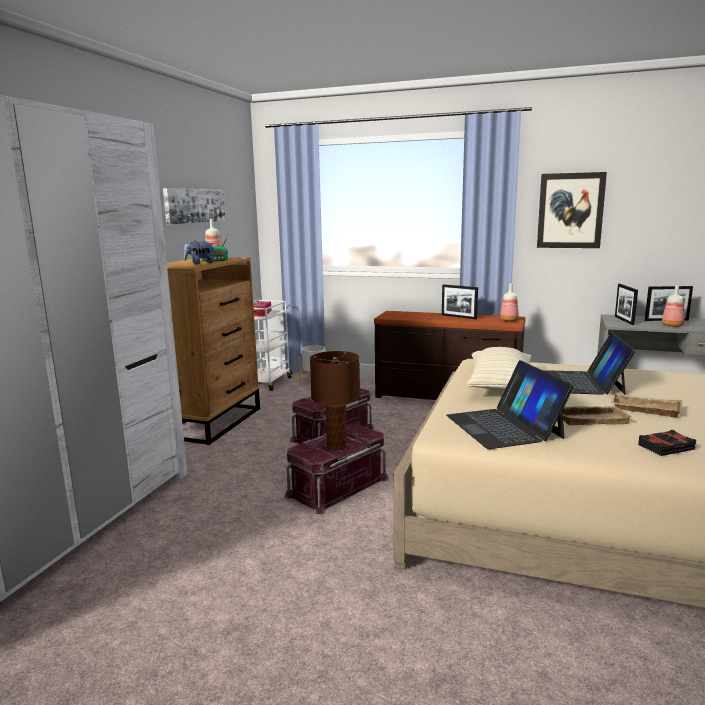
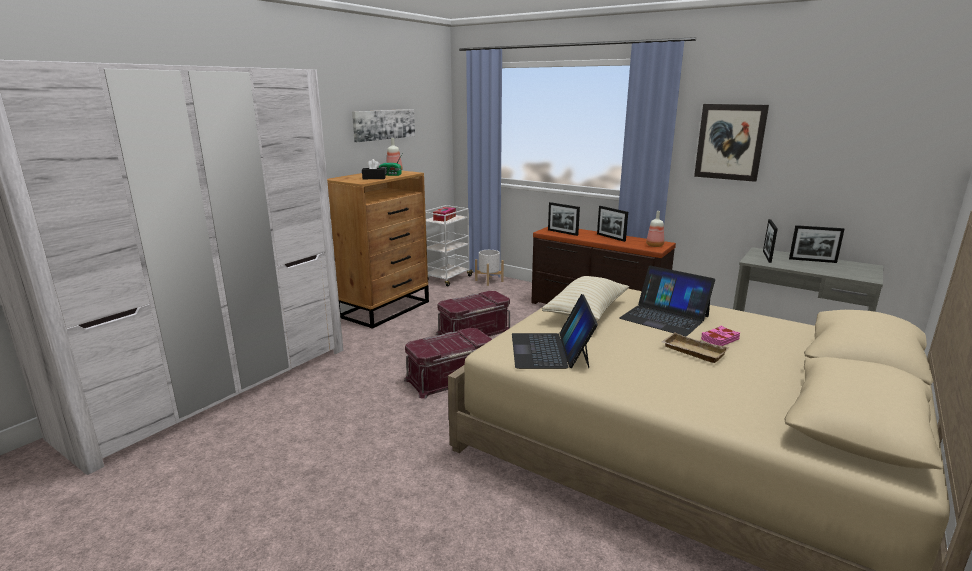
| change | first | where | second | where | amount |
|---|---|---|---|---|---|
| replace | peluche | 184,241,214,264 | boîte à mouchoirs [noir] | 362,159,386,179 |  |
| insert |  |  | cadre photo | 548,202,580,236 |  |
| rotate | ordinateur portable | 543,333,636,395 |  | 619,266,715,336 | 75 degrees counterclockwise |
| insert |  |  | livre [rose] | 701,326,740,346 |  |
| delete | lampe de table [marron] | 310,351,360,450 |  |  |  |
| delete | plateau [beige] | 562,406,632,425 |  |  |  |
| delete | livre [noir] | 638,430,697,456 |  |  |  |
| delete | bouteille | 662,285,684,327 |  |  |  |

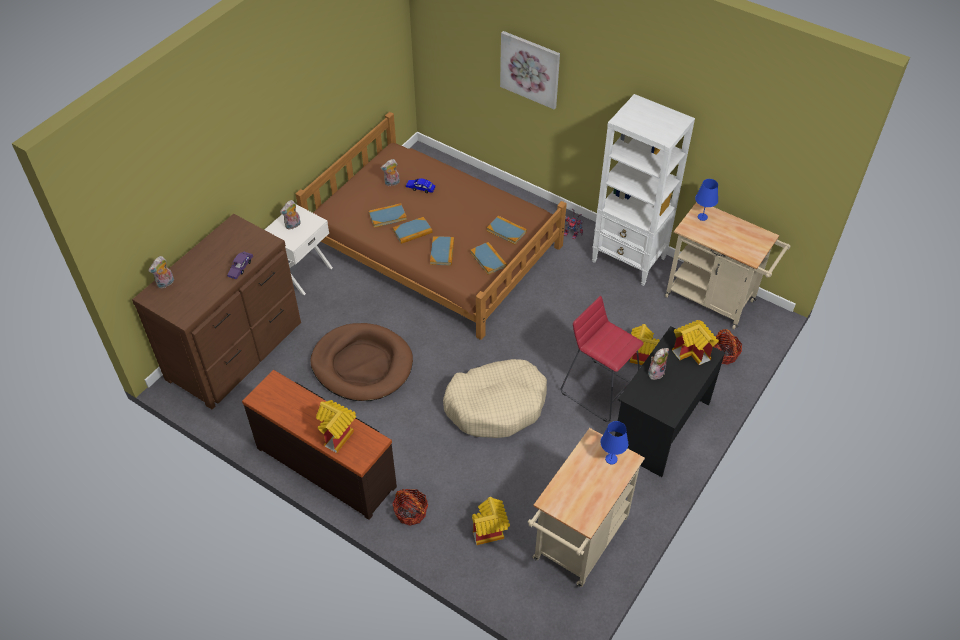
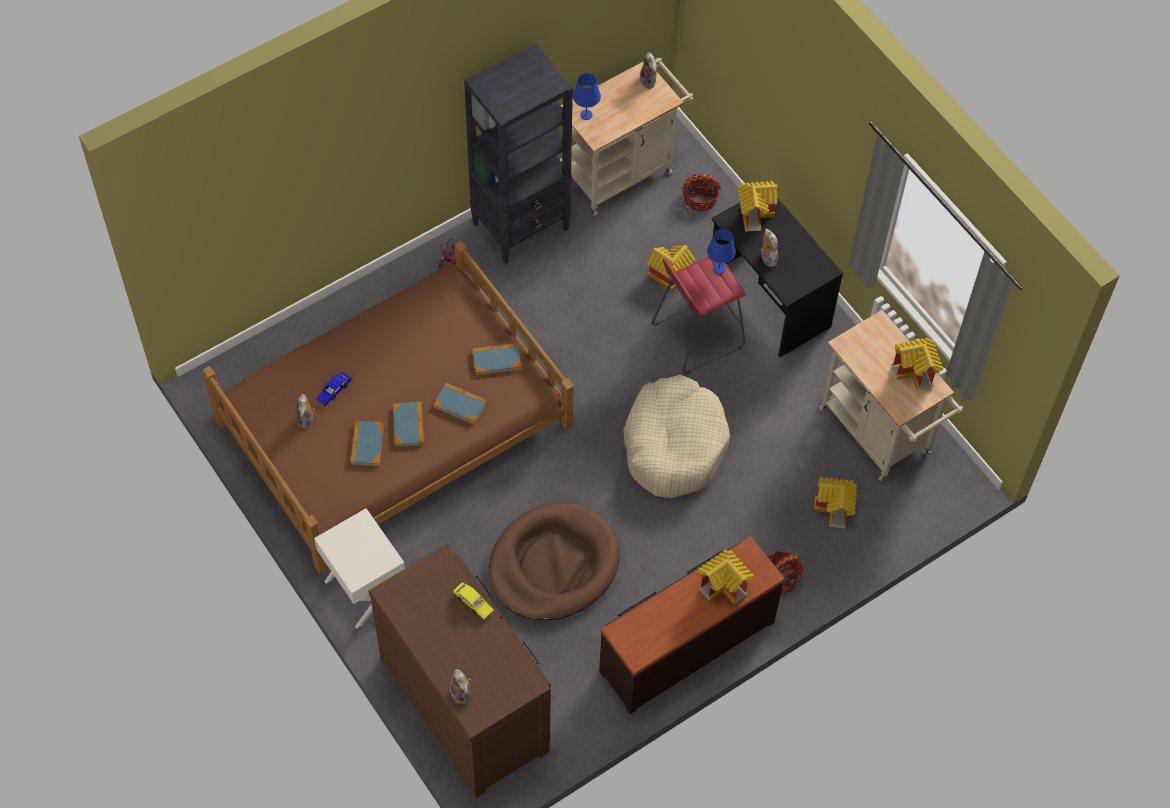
| change | first | where | second | where | amount |
|---|---|---|---|---|---|
| recolor | petite voiture [violet] | 227,252,253,280 | petite voiture [jaune] | 453,582,494,620 |  |
| recolor | bibliothèque [blanc] | 592,94,695,286 | bibliothèque [noir] | 464,43,573,264 |  |
| move | peluche | 280,200,301,230 |  | 640,52,659,89 |  |
| move | lampe de table [bleu] | 600,421,628,464 |  | 707,229,736,274 |  |
| insert |  |  | maison miniature | 892,338,943,391 |  |
| delete | livre | 487,216,527,244 |  |  |  |
| delete | tableau | 500,31,560,109 |  |  |  |

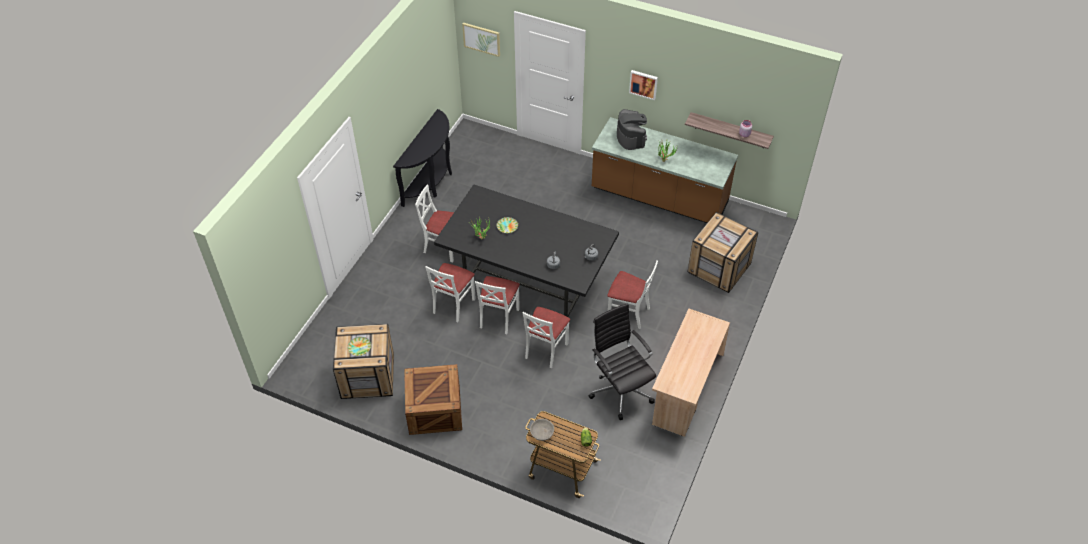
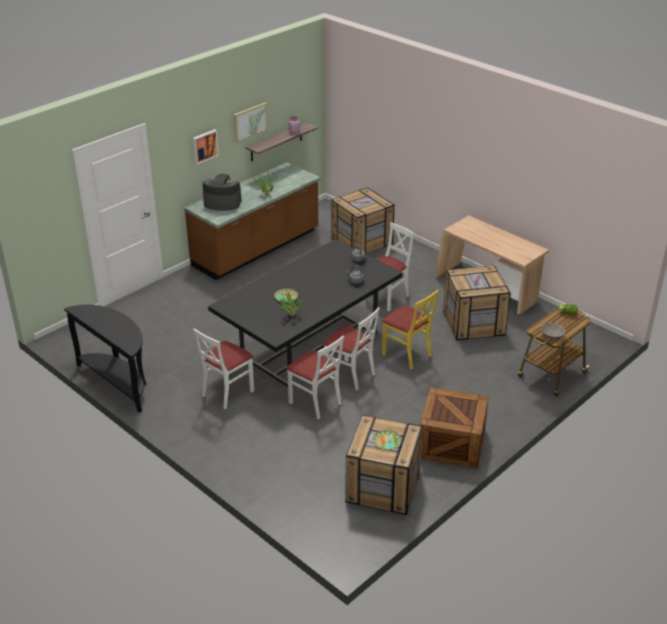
| change | first | where | second | where | amount |
|---|---|---|---|---|---|
| move | tableau | 462,23,500,57 |  | 234,103,268,143 |  |
| recolor | chaise [blanc] | 523,307,570,368 | chaise [jaune] | 382,290,439,369 |  |
| replace | chaise de bureau [noir] | 589,303,656,420 | caisse | 443,266,511,340 |  |

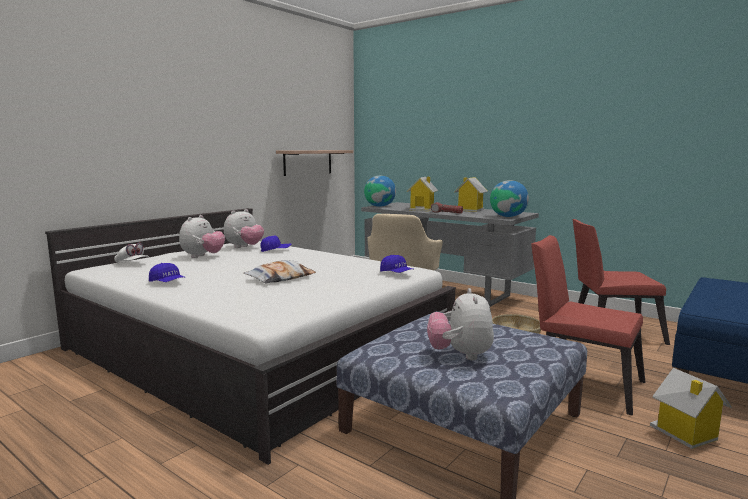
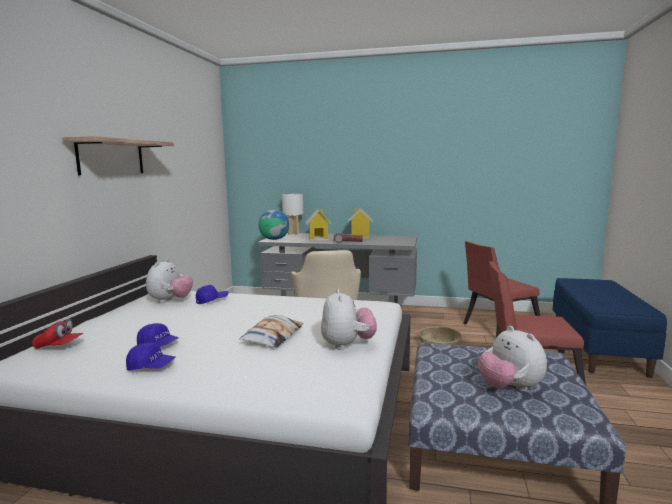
| change | first | where | second | where | amount |
|---|---|---|---|---|---|
| recolor | casquette [blanc] | 114,243,149,263 | casquette [rouge] | 32,319,83,349 |  |
| move | étagère | 276,150,353,176 |  | 62,136,174,175 |  |
| move | casquette [bleu] | 380,255,414,273 |  | 137,323,179,347 |  |
| insert |  |  | lampe de table [blanc] | 282,194,304,235 |  |
| move | peluche | 179,215,225,258 |  | 321,289,377,350 |  |
| delete | globe | 490,180,529,217 |  |  |  |
| delete | maison miniature | 650,368,732,449 |  |  |  |

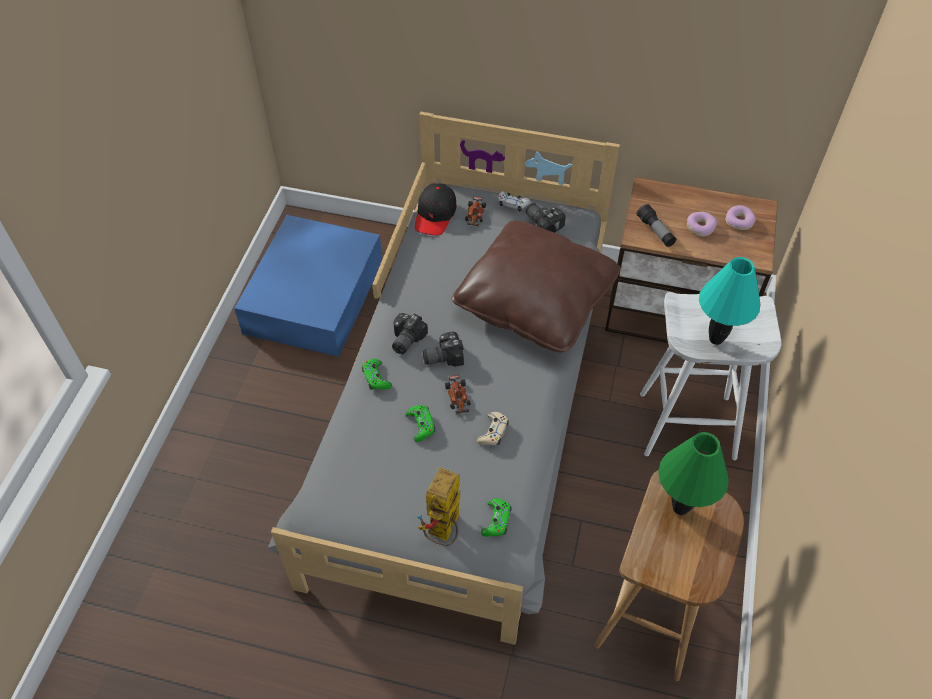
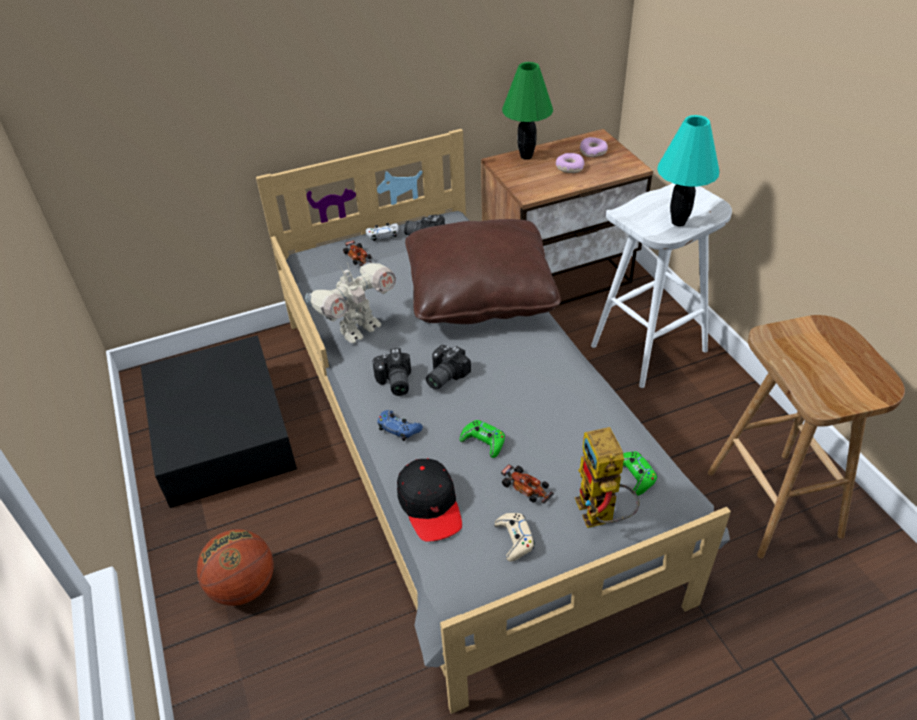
| change | first | where | second | where | amount |
|---|---|---|---|---|---|
| recolor | boîte de rangement [bleu] | 234,215,382,357 | boîte de rangement [noir] | 141,335,297,508 |  |
| insert |  |  | ballon de basket | 197,529,274,606 |  |
| insert |  |  | robot jouet | 305,262,396,343 |  |
| recolor | manette [vert] | 362,359,392,390 | manette [bleu] | 377,410,423,441 |  |
| move | casquette [noir] | 415,183,456,235 |  | 397,458,462,542 |  |
| move | manette [beige] | 477,412,509,445 |  | 494,513,535,562 |  |
| move | petite voiture | 445,375,471,414 |  | 501,464,554,504 |  |
| move | lampe de table [vert] | 658,432,729,515 |  | 502,62,553,160 |  |
| delete | lampe de poche | 637,204,676,247 |  |  |  |

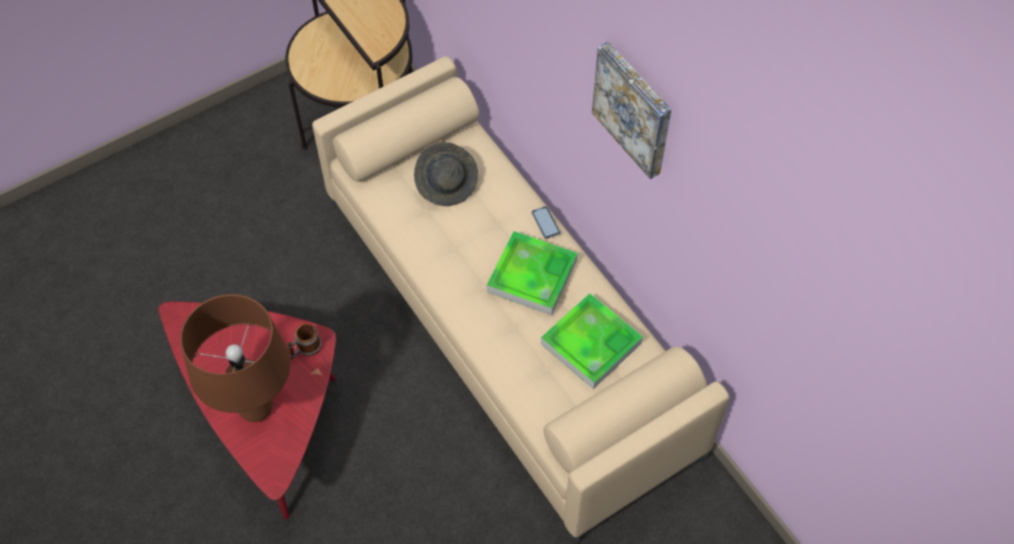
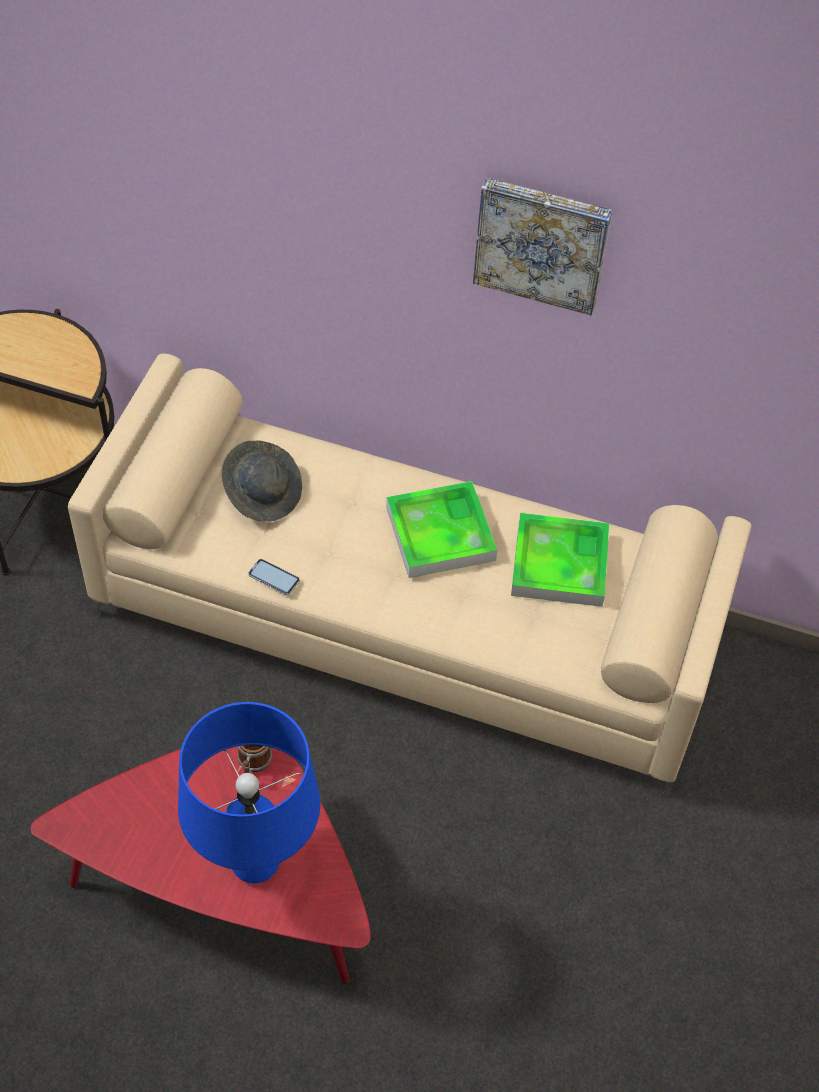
| change | first | where | second | where | amount |
|---|---|---|---|---|---|
| recolor | lampe de table [marron] | 180,294,290,422 | lampe de table [bleu] | 178,702,320,883 |  |
| move | téléphone | 532,206,560,239 |  | 248,559,300,595 |  |

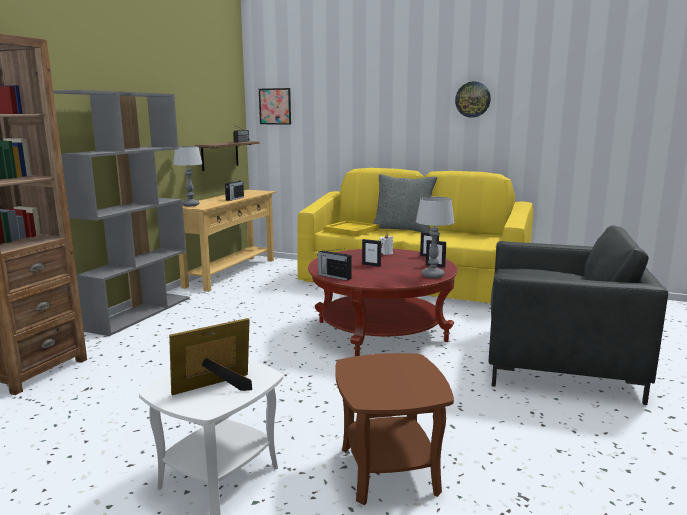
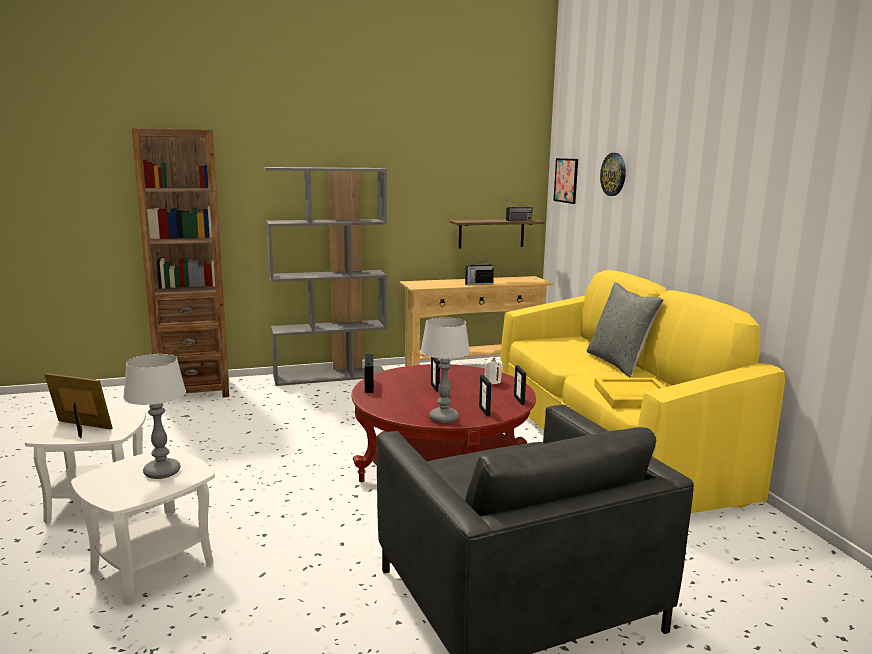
| change | first | where | second | where | amount |
|---|---|---|---|---|---|
| recolor | table d'appoint [marron] | 335,353,454,505 | table d'appoint [blanc] | 71,448,215,605 |  |
| move | lampe de table | 173,146,202,206 |  | 123,354,186,479 |  |
| move | plateau [jaune] | 324,220,379,237 |  | 594,378,665,408 |  |
| move | horloge murale | 455,82,491,118 |  | 600,153,626,196 |  |

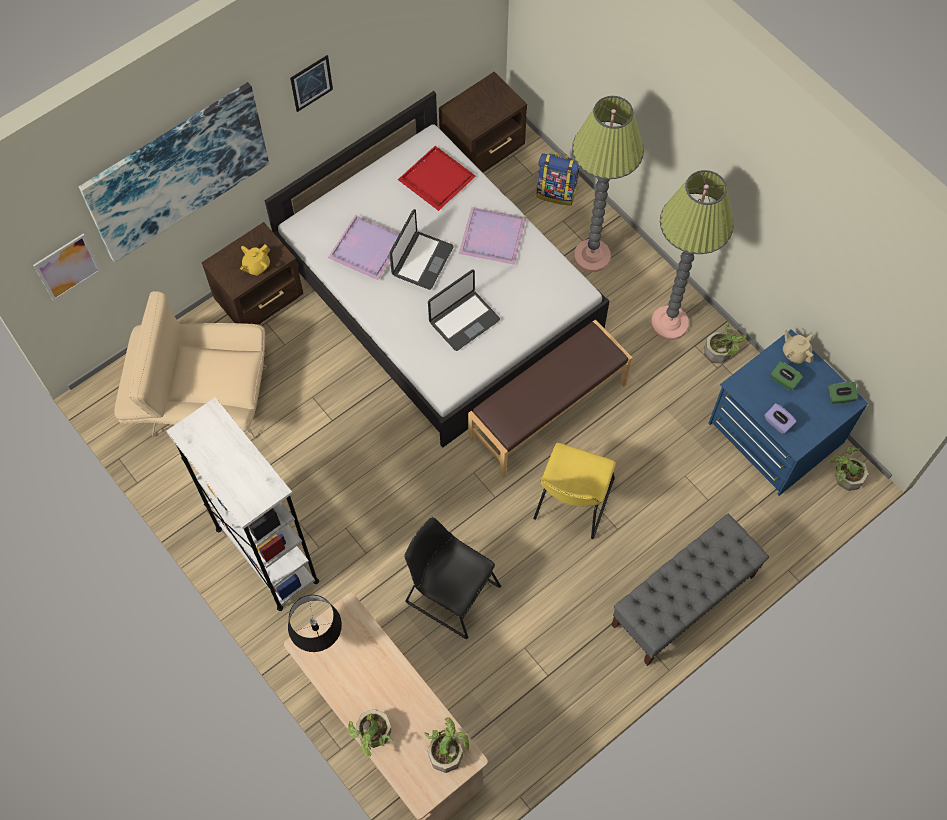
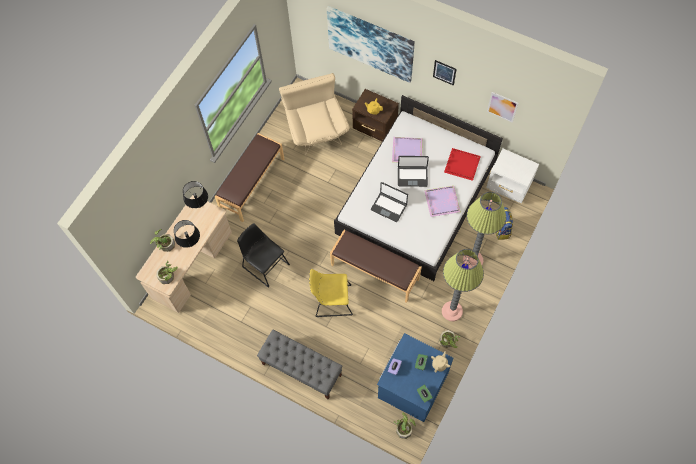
| change | first | where | second | where | amount |
|---|---|---|---|---|---|
| insert |  |  | lampe de table [noir] | 174,220,200,248 |  |
| replace | bibliothèque [blanc] | 166,397,319,611 | banc [marron] | 215,133,284,222 |  |
| rotate | chaise [noir] | 404,517,501,639 |  | 237,223,290,288 | 60 degrees counterclockwise |
| recolor | table de chevet [marron] | 439,72,527,173 | table de chevet [blanc] | 486,149,539,203 |  |
| move | tableau | 33,234,101,301 |  | 487,92,519,123 |  |

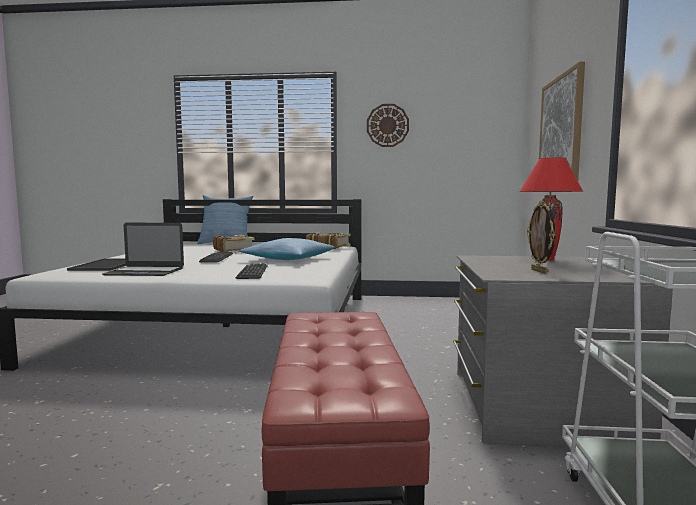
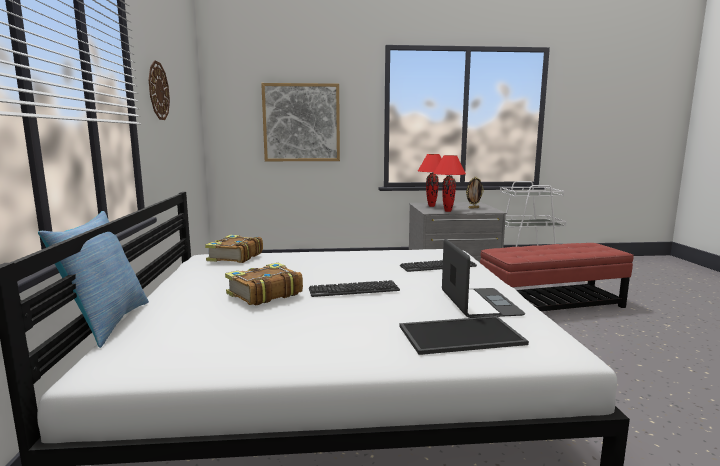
| change | first | where | second | where | amount |
|---|---|---|---|---|---|
| insert |  |  | lampe de table [rouge] | 433,155,466,212 |  |
| delete | coussin | 238,238,335,260 |  |  |  |

